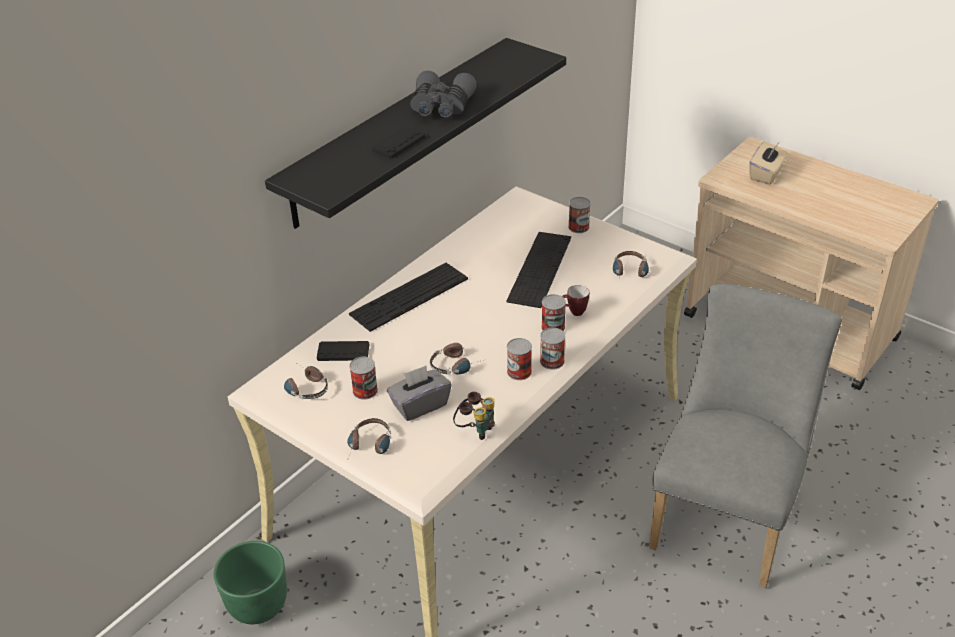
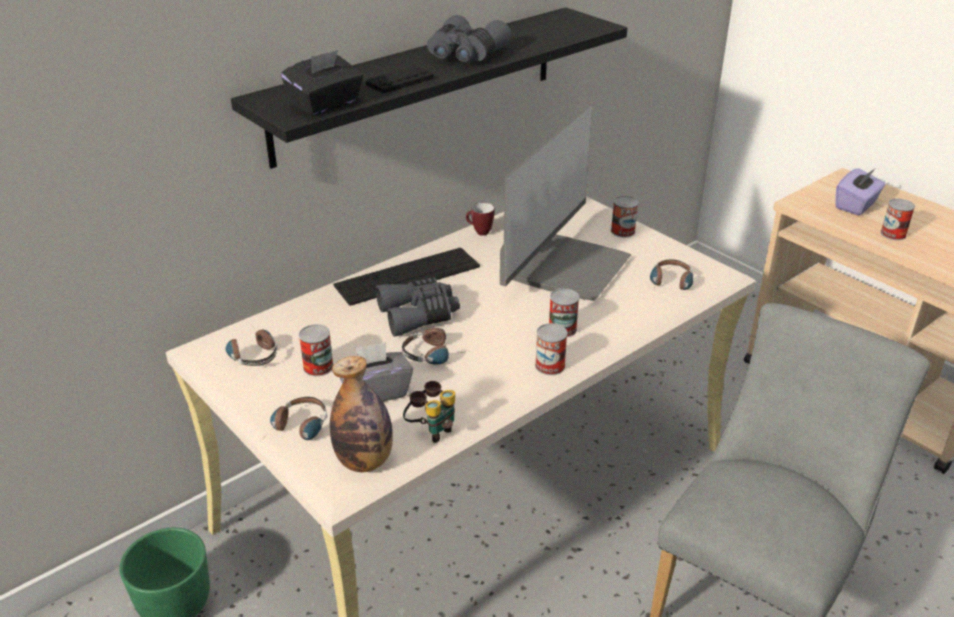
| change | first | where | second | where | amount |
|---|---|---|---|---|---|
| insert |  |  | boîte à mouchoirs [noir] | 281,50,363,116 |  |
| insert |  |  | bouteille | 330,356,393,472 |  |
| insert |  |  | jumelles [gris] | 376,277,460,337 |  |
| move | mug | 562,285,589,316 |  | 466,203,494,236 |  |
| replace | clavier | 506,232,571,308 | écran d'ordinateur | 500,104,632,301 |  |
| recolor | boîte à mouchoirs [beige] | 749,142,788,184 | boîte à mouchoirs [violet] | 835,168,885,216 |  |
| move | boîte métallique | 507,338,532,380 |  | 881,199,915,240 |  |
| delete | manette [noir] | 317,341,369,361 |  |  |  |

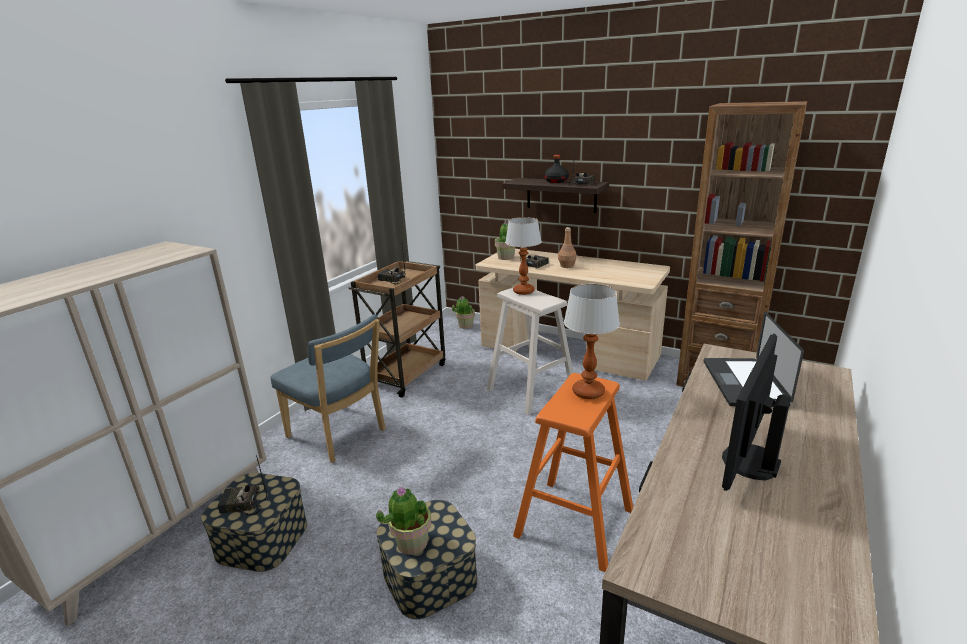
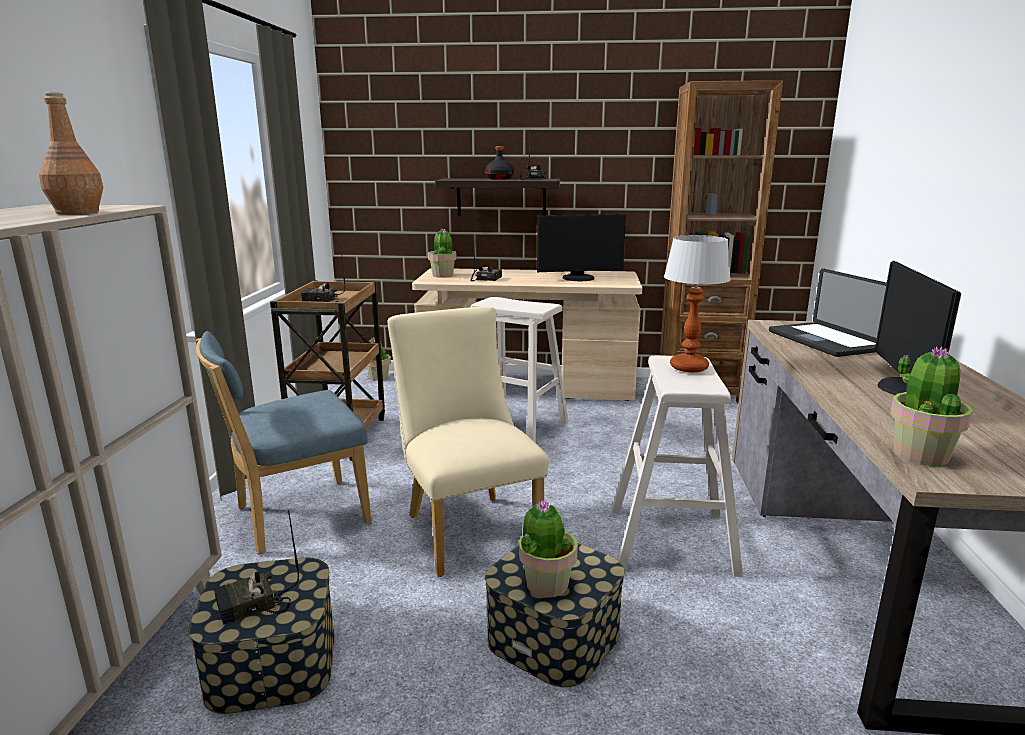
| change | first | where | second | where | amount |
|---|---|---|---|---|---|
| move | bouteille [marron] | 558,227,577,268 |  | 39,92,103,215 |  |
| rotate | chaise [bleu] | 270,314,385,463 |  | 196,331,372,554 | 135 degrees clockwise |
| insert |  |  | chaise [beige] | 388,306,549,577 |  |
| insert |  |  | écran d'ordinateur | 537,214,626,281 |  |
| recolor | tabouret [orange] | 513,373,633,572 | tabouret [beige] | 612,356,743,577 |  |
| insert |  |  | plante en pot | 890,346,973,466 |  |
| delete | lampe de table | 505,217,542,295 |  |  |  |

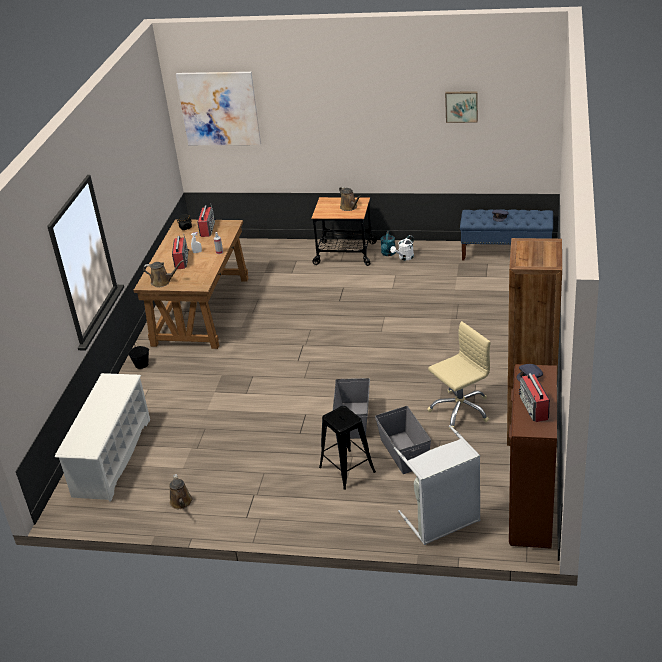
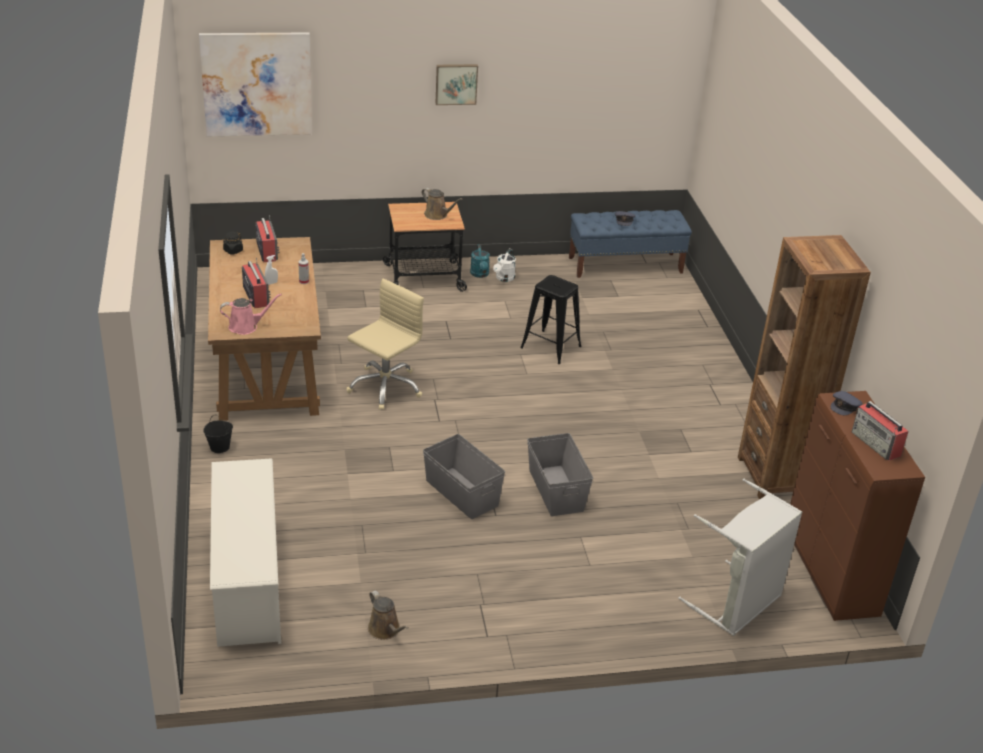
| change | first | where | second | where | amount |
|---|---|---|---|---|---|
| recolor | arrosoir [marron] | 143,260,184,288 | arrosoir [rose] | 220,294,282,335 |  |
| move | chaise de bureau [beige] | 428,321,491,430 |  | 346,278,424,410 |  |
| move | boîte de rangement [gris] | 375,406,431,474 |  | 423,434,505,519 |  |
| move | tableau | 445,91,478,123 |  | 436,64,478,105 |  |
| move | tabouret [noir] | 319,406,376,490 |  | 520,275,581,364 |  |

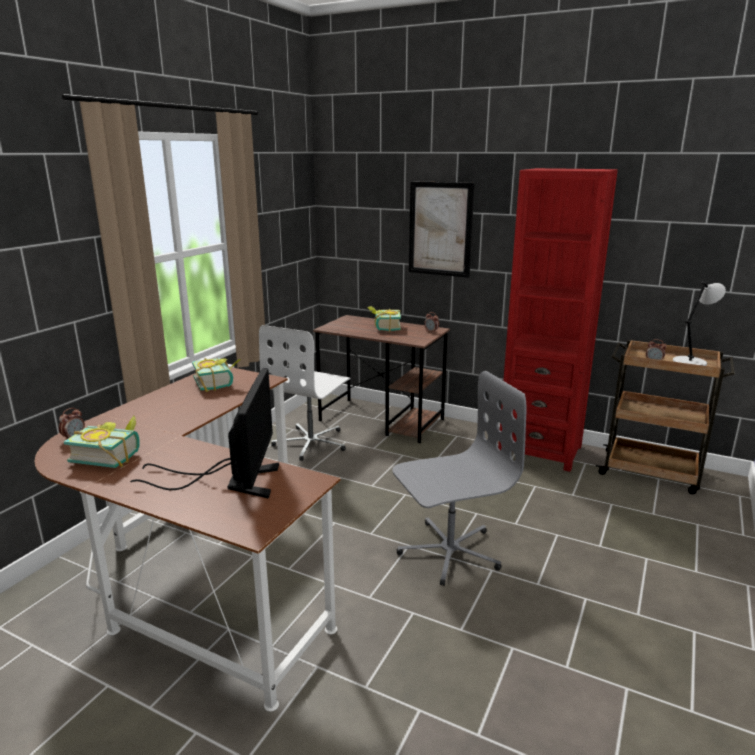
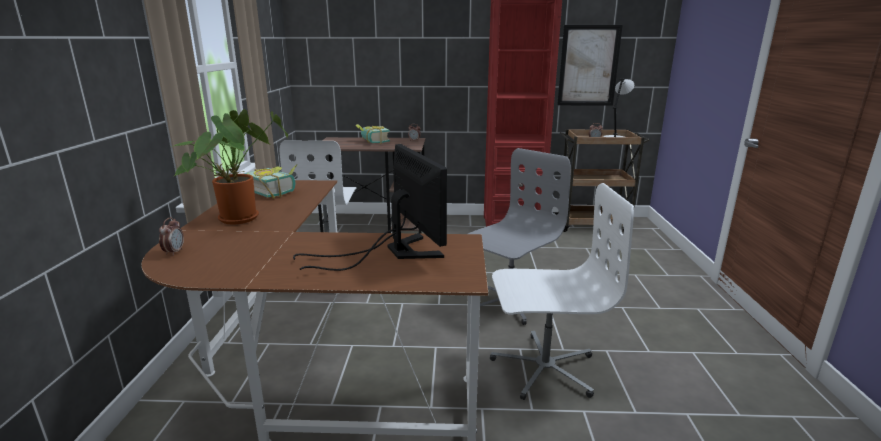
| change | first | where | second | where | amount |
|---|---|---|---|---|---|
| insert |  |  | plante en pot | 171,109,288,224 |  |
| insert |  |  | chaise de bureau [blanc] | 490,183,634,400 |  |
| move | tableau | 409,181,475,278 |  | 557,25,623,106 |  |
| delete | livre | 64,416,139,468 |  |  |  |

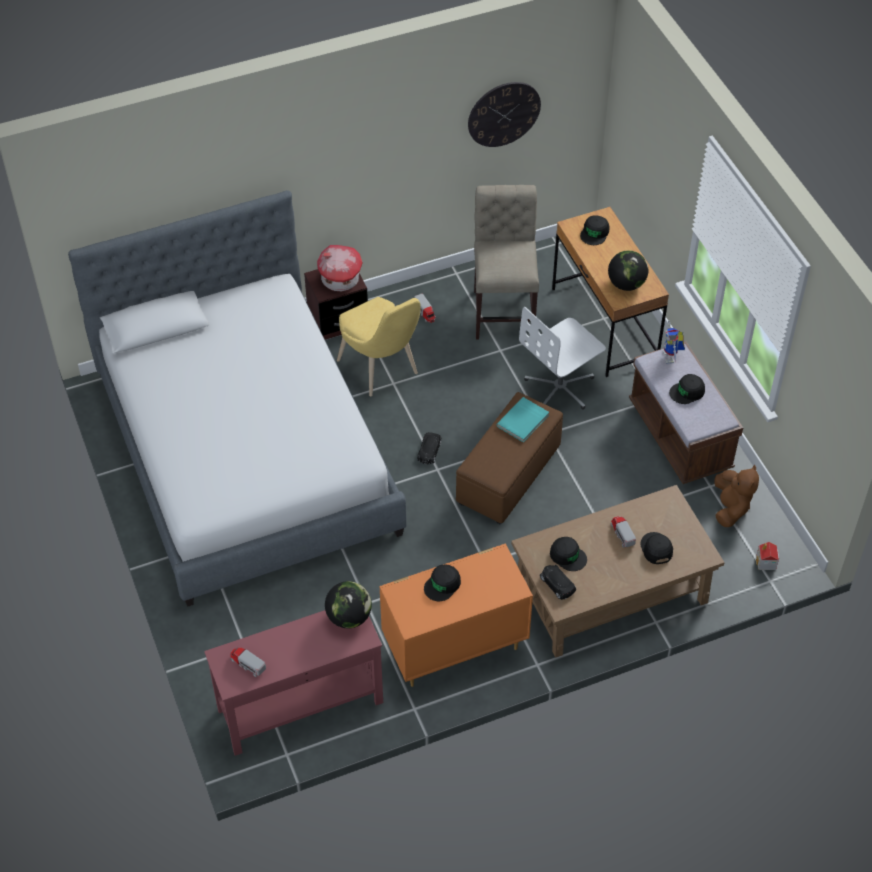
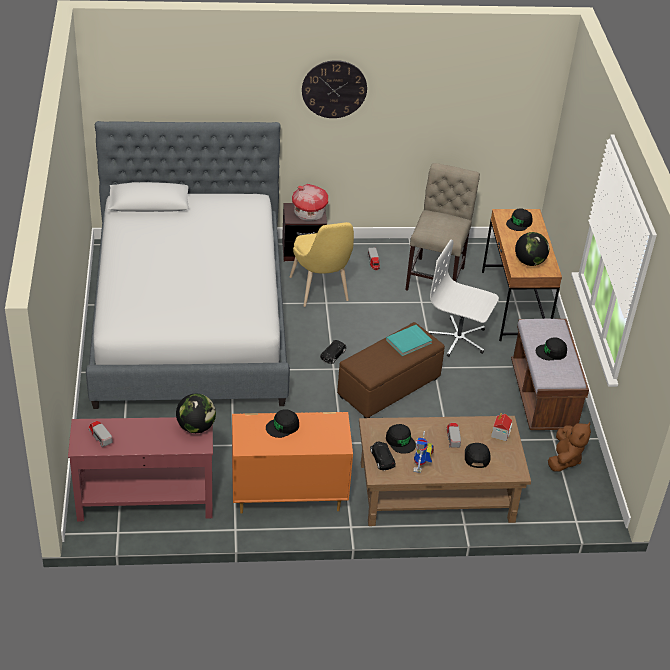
| change | first | where | second | where | amount |
|---|---|---|---|---|---|
| move | horloge murale | 468,82,541,147 |  | 302,60,367,118 |  |
| move | robot jouet | 663,320,685,364 |  | 413,431,434,473 |  |
| rotate | chaise de bureau [blanc] | 519,307,606,410 |  | 428,239,499,357 | 45 degrees clockwise |
| move | maison miniature | 756,542,779,570 |  | 491,413,512,442 |  |

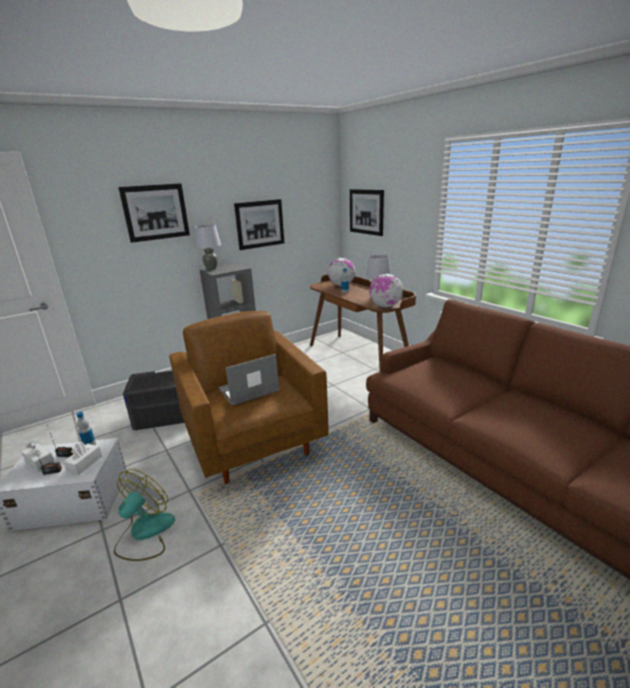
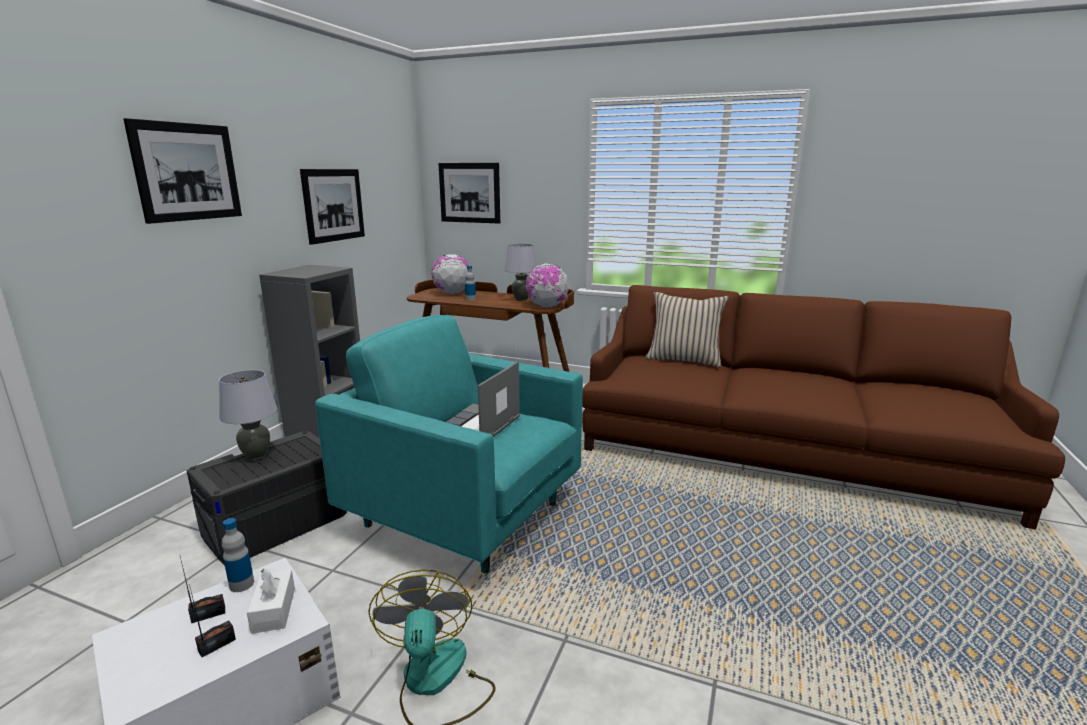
| change | first | where | second | where | amount |
|---|---|---|---|---|---|
| move | lampe de table [gris] | 195,225,221,270 |  | 219,370,277,460 |  |
| recolor | fauteuil [marron] | 169,311,329,484 | fauteuil [turquoise] | 315,315,583,573 |  |
| insert |  |  | coussin [beige] | 646,292,729,367 |  |
| delete | boîte à mouchoirs [blanc] | 22,443,55,472 |  |  |  |

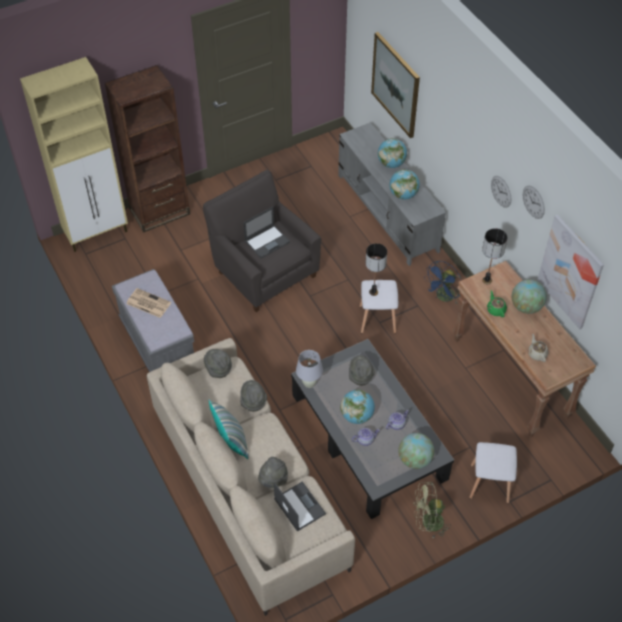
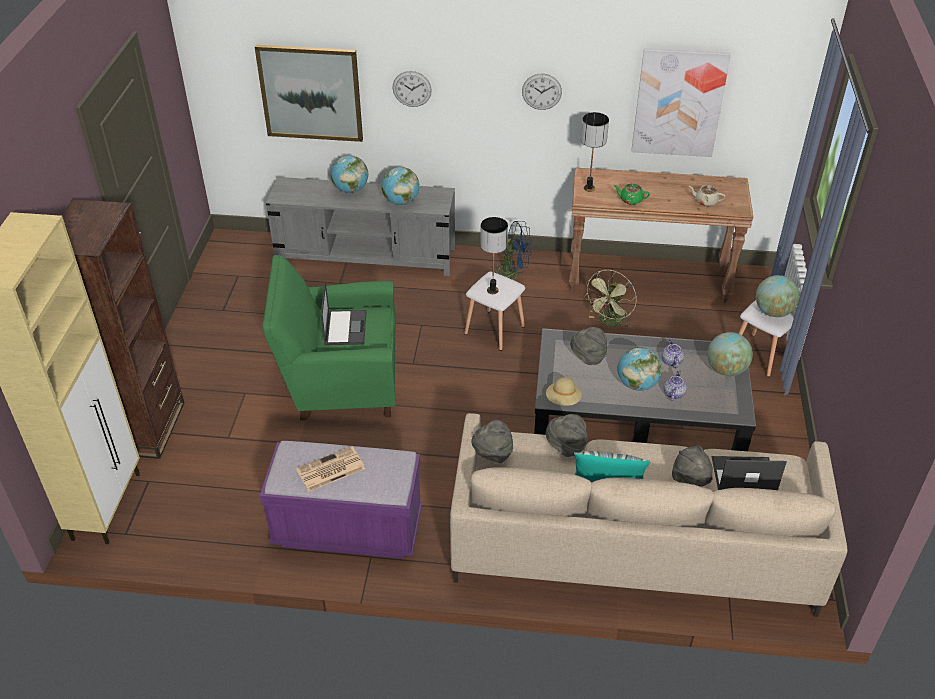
| change | first | where | second | where | amount |
|---|---|---|---|---|---|
| recolor | banc [gris] | 112,269,194,372 | banc [violet] | 260,441,422,558 |  |
| recolor | fauteuil [gris] | 203,170,321,312 | fauteuil [vert] | 262,255,396,420 |  |
| move | horloge murale | 523,185,545,219 |  | 393,71,432,107 |  |
| rotate | ventilateur [bleu] | 424,261,461,304 |  | 495,221,532,279 | 60 degrees counterclockwise |
| replace | lampe de table [blanc] | 296,350,323,388 | chapeau [beige] | 546,378,582,406 |  |
| move | ventilateur [vert] | 414,482,451,539 |  | 583,270,637,328 |  |
| move | globe | 512,279,547,314 |  | 756,275,800,317 |  |

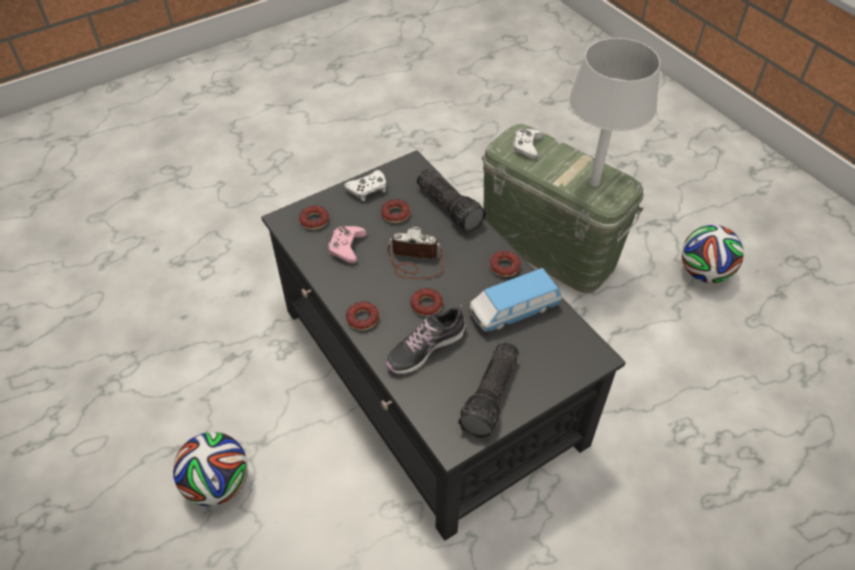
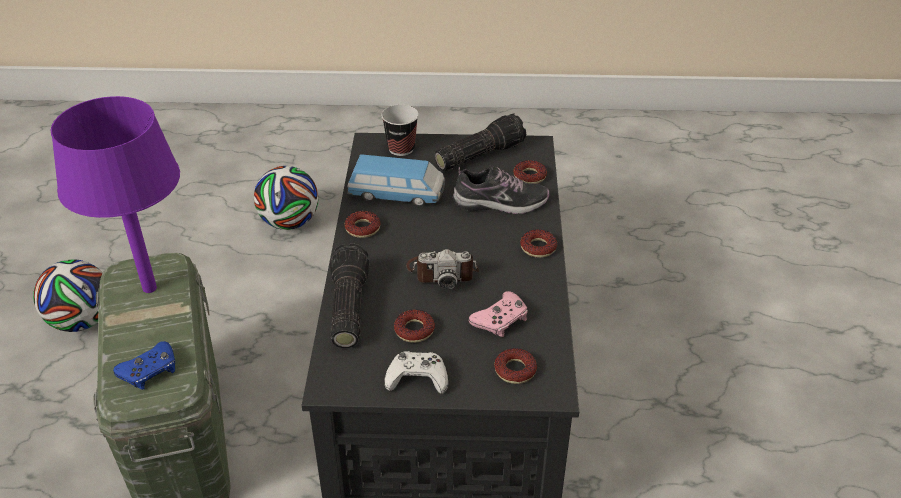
| change | first | where | second | where | amount |
|---|---|---|---|---|---|
| recolor | lampe de table [gris] | 568,38,660,186 | lampe de table [violet] | 51,96,180,293 |  |
| recolor | manette [blanc] | 513,129,543,159 | manette [bleu] | 113,341,175,390 |  |
| move | ballon de foot | 173,432,248,506 |  | 254,166,318,230 |  |
| insert |  |  | tasse | 381,105,419,156 |  |
| rotate | appareil photo | 388,226,444,279 |  | 406,249,479,290 | 45 degrees counterclockwise |
| move | beignet | 410,288,443,316 |  | 513,160,547,184 |  |

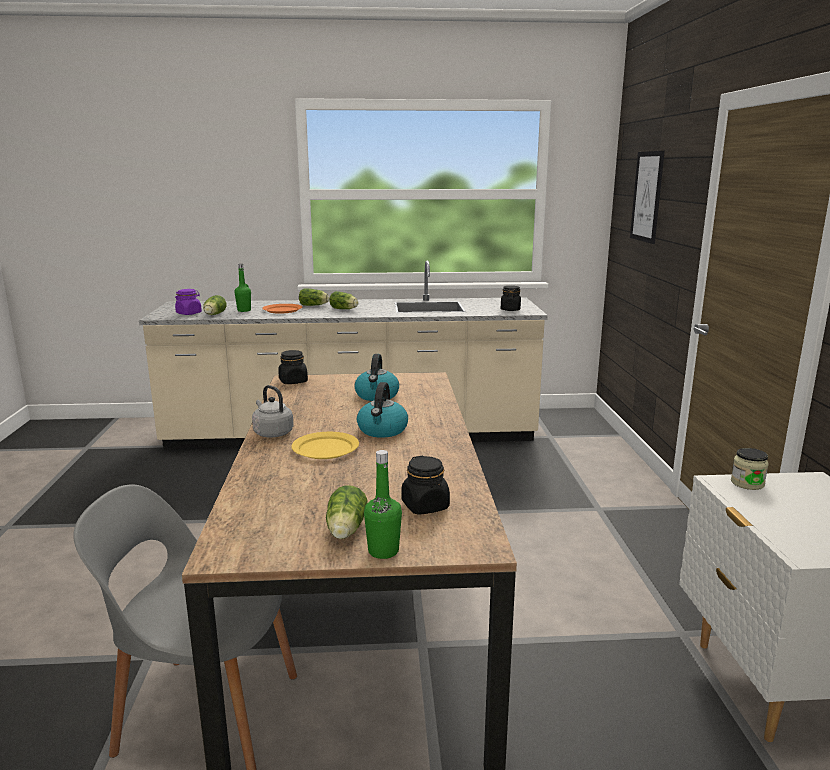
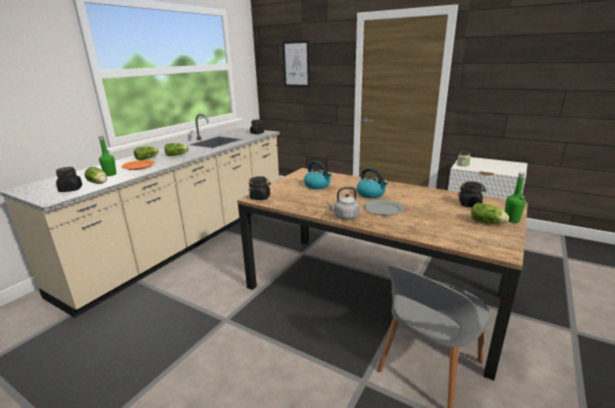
| change | first | where | second | where | amount |
|---|---|---|---|---|---|
| recolor | bocal [violet] | 175,289,202,315 | bocal [noir] | 56,167,82,192 |  |
| recolor | assiette [jaune] | 291,432,359,459 | assiette [gris] | 364,200,404,216 |  |

